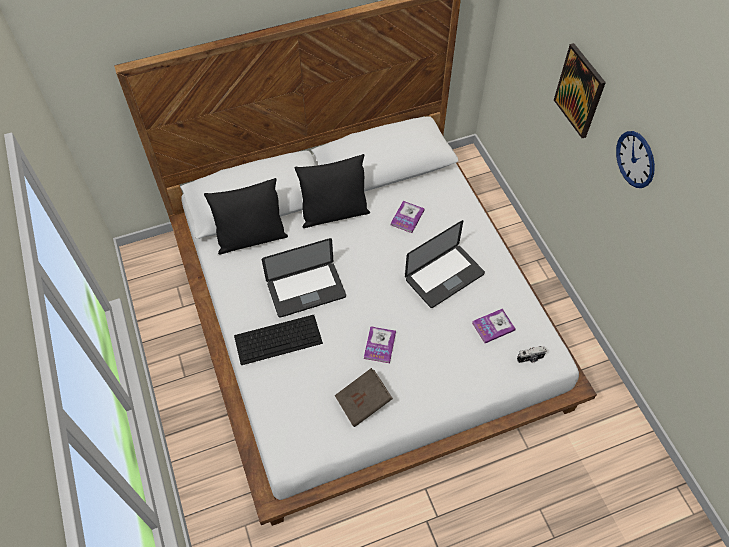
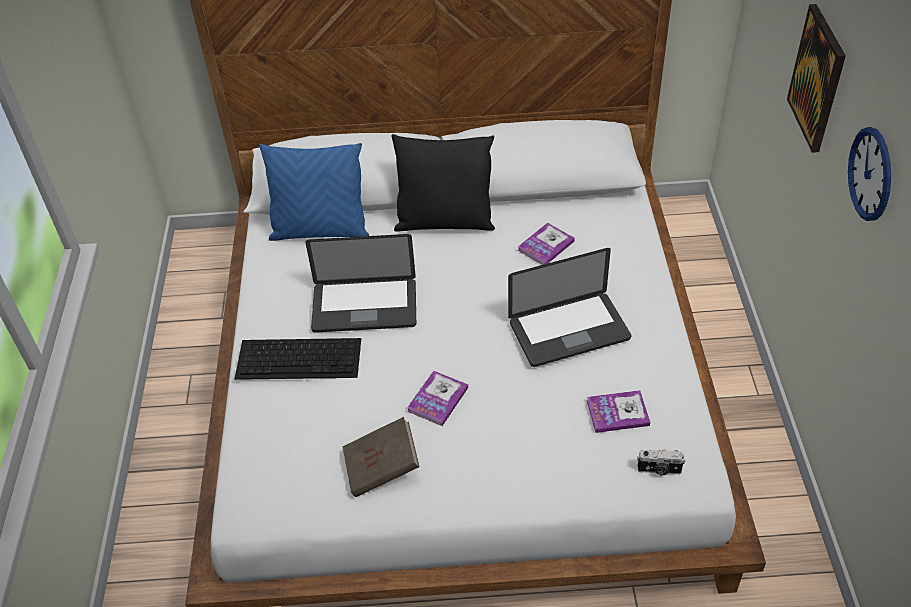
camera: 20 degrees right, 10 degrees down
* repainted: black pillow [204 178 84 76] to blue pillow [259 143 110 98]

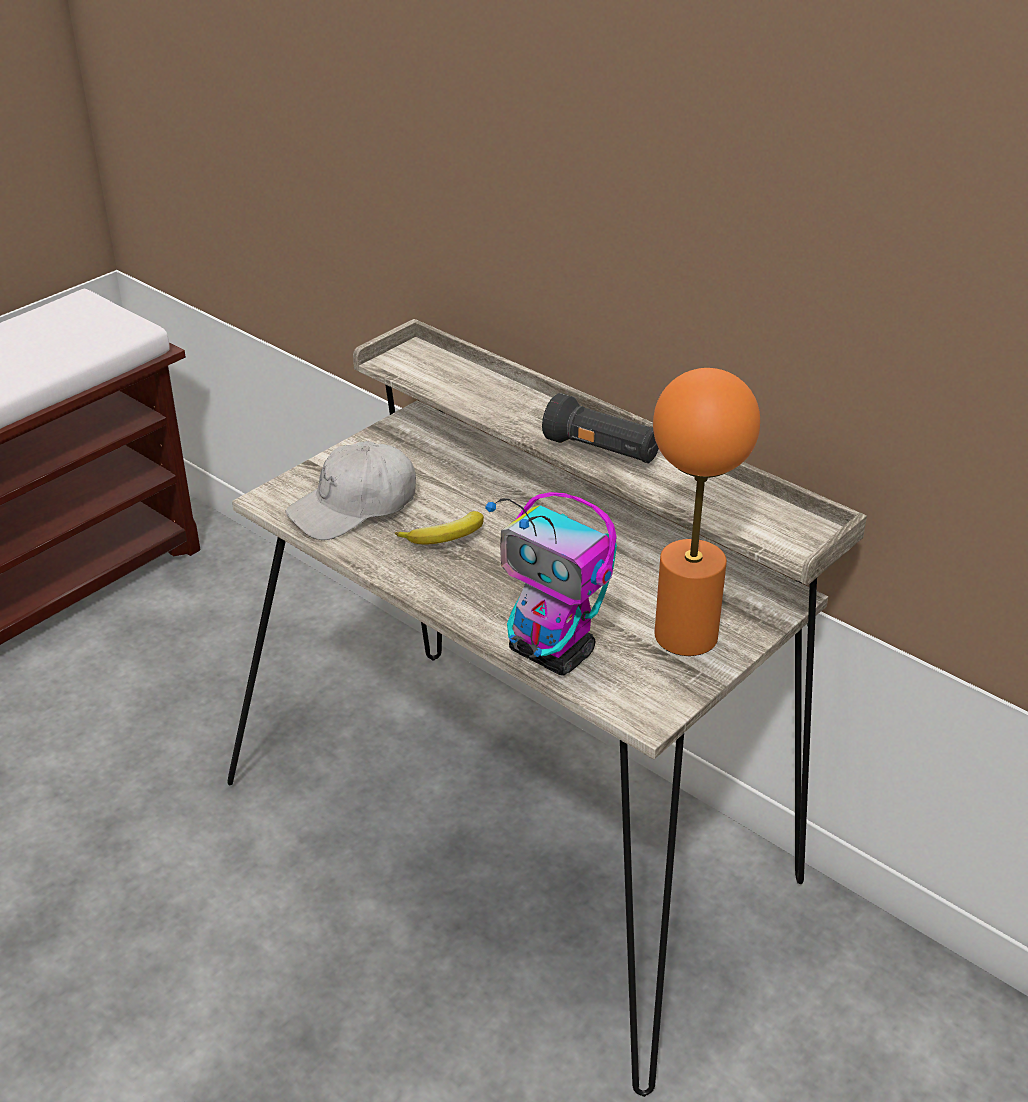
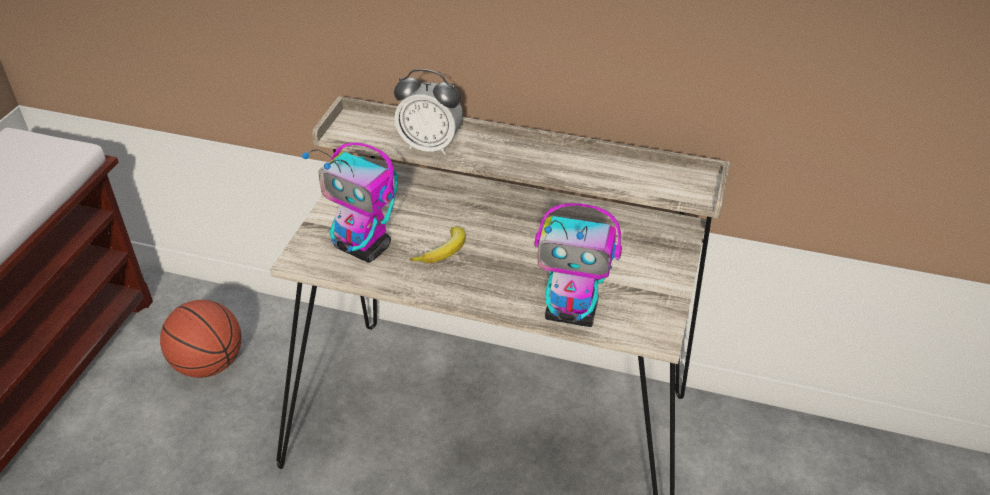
camera: 25 degrees left, 5 degrees up
* gone: black hand torch [542 393 117 70]
* gone: orange lamp for a table [653 368 107 288]
* new: basketball ball [160 300 82 78]
* new: table clock [394 69 69 86]
* swapped: whitish peaked cap [286 441 130 99] to toy robot [302 143 96 119]

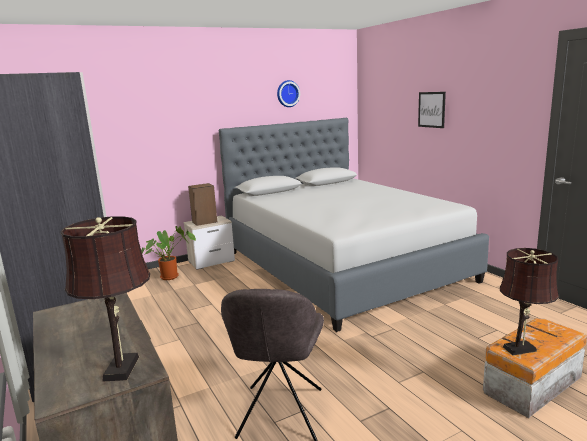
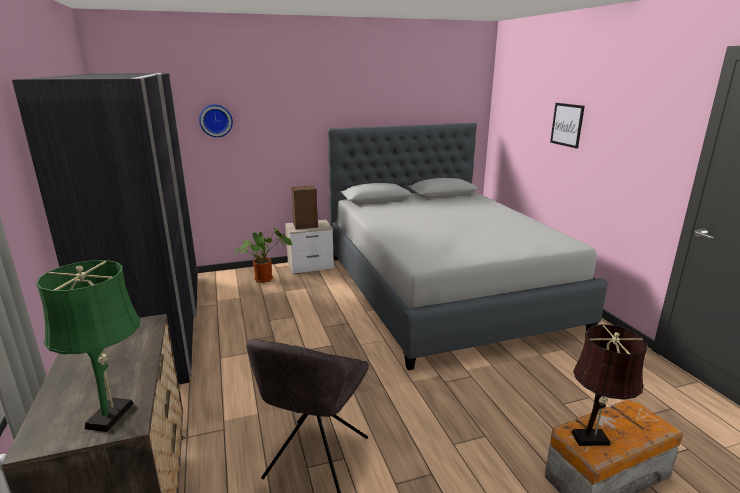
camera: 10 degrees right, 5 degrees up
* shifted: hanging clock [277 80 23 27] to [199 105 34 32]
* repainted: brown lamp for a table [61 216 89 166] to green-coloured lamp for a table [36 260 104 172]

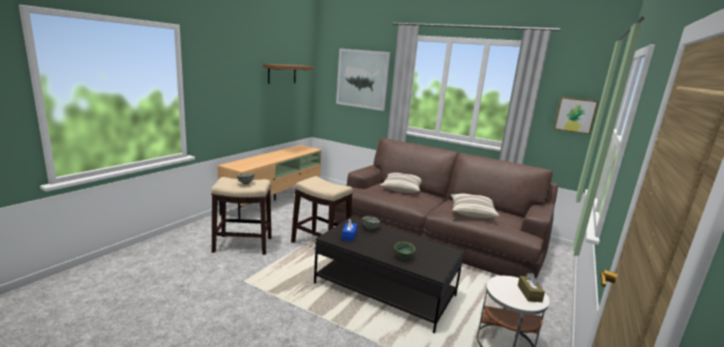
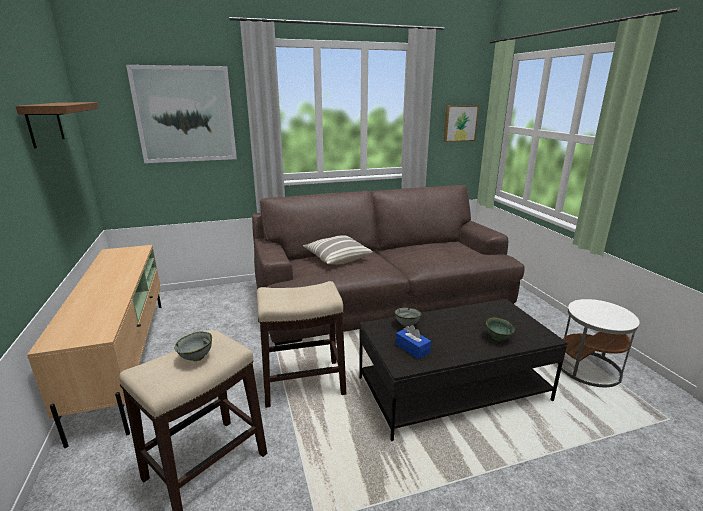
camera: 45 degrees left, 5 degrees up
* gone: pillow [451 194 49 24]
* gone: brown box of tissues [518 273 27 29]

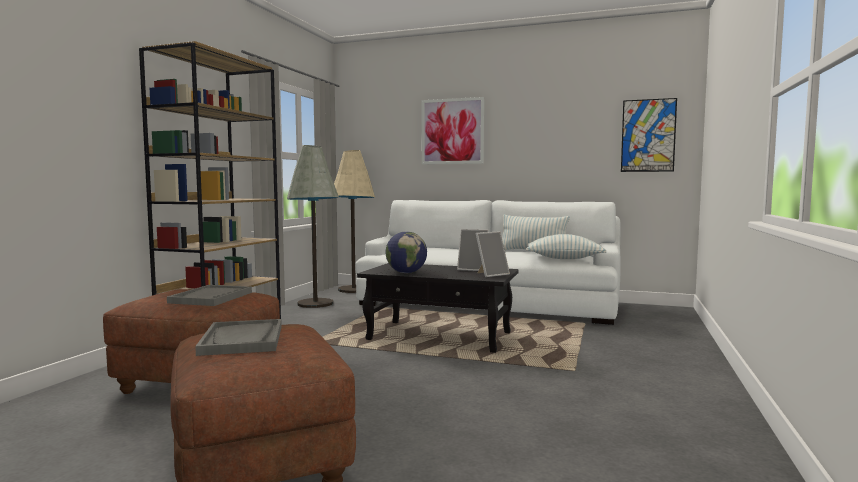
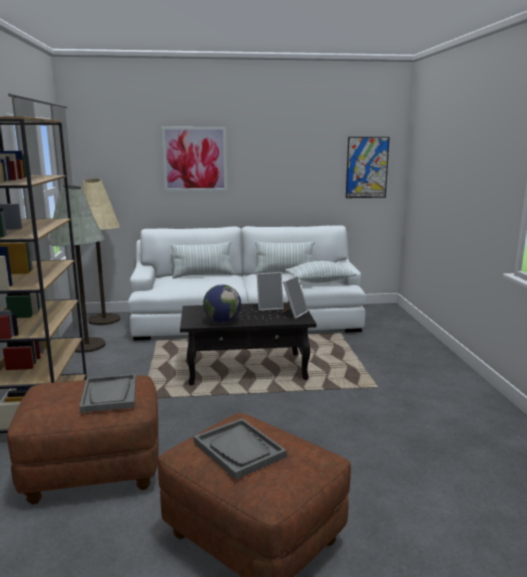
camera: 25 degrees left, 10 degrees up
* new: pillow [171 241 63 38]

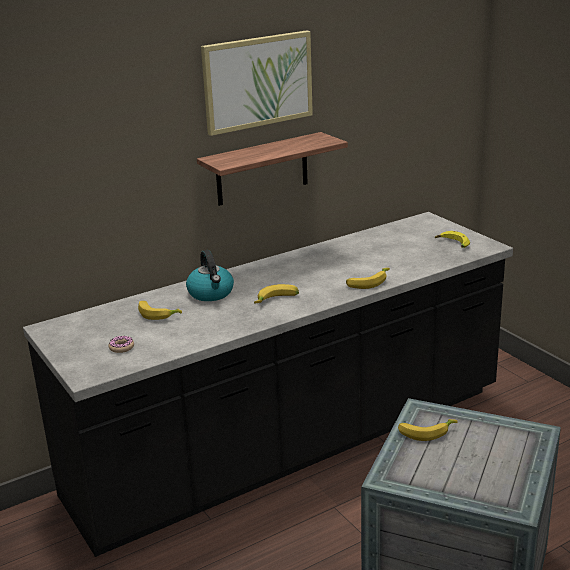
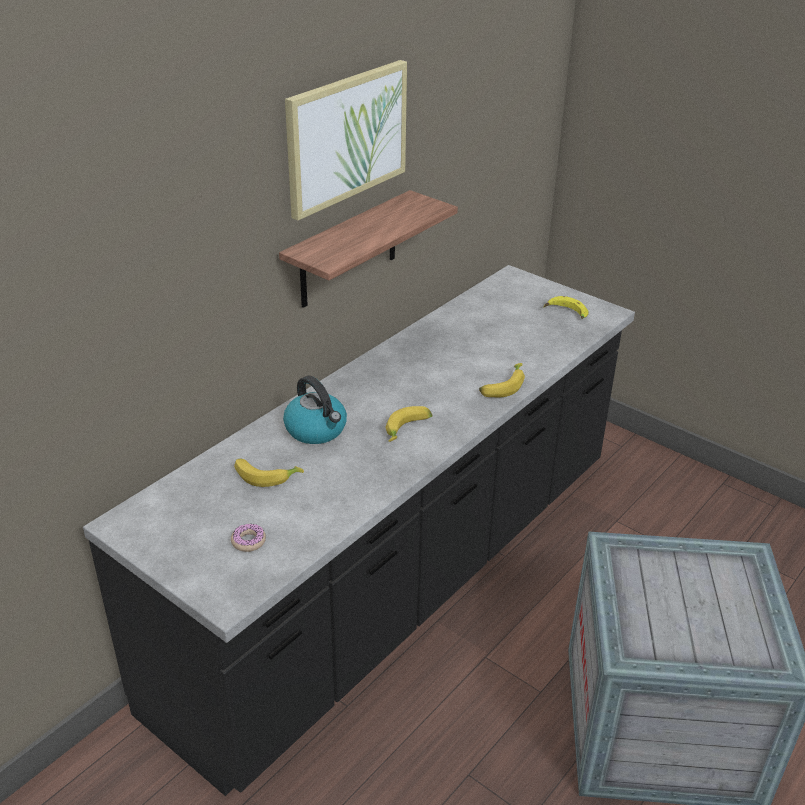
camera: 20 degrees left, 10 degrees up
* gone: whole banana [398 419 59 22]

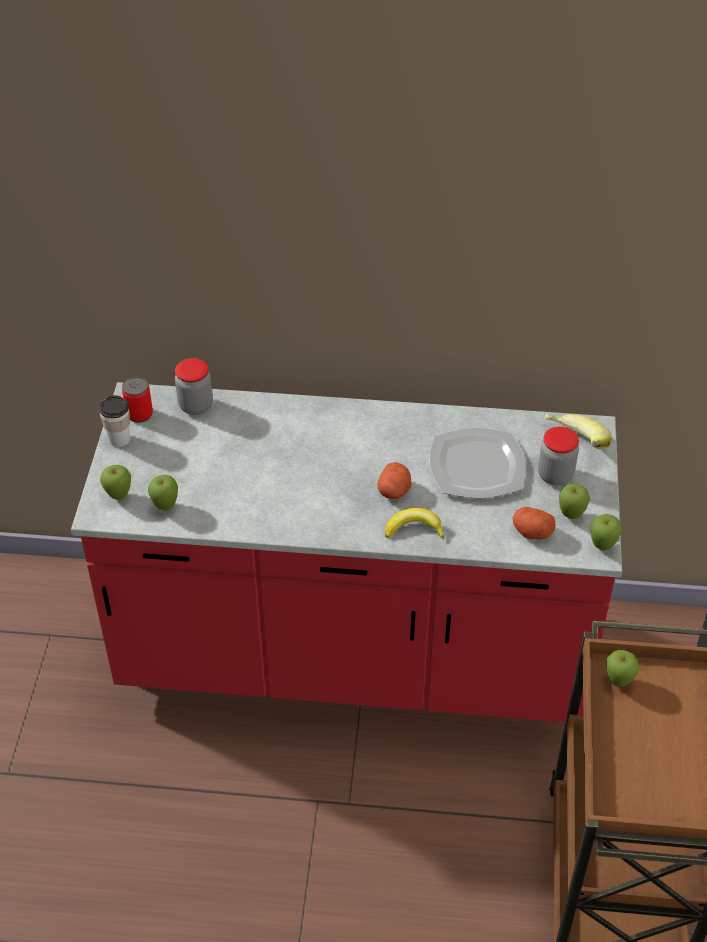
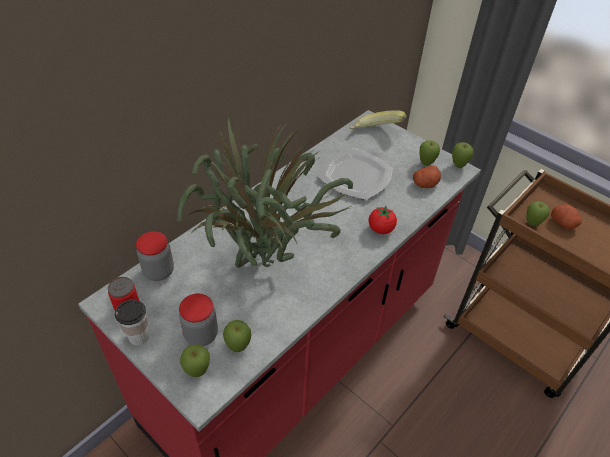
camera: 55 degrees left, 0 degrees up
* new: houseplant [177 117 176 151]
* shifted: whole potato [378 462 34 37] to [551 204 31 25]
* shifted: jar [538 427 41 58] to [179 293 39 53]
* swapped: whole banana [385 508 60 32] to whole tomato [369 206 28 28]

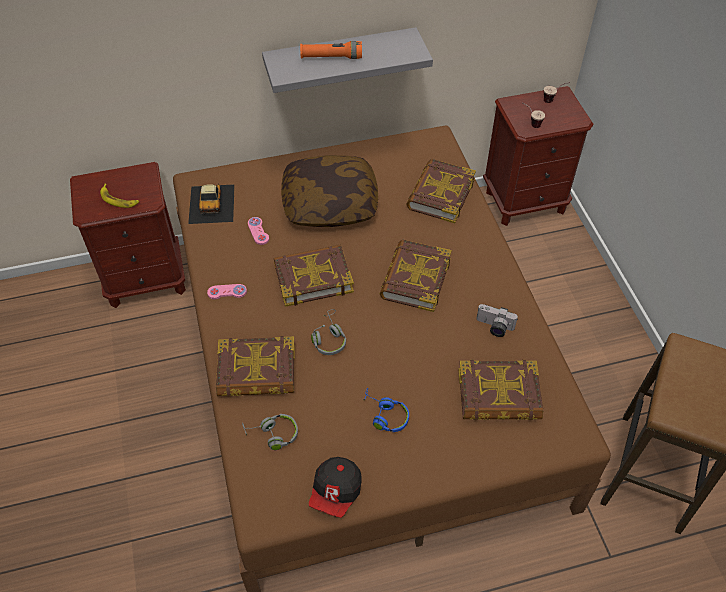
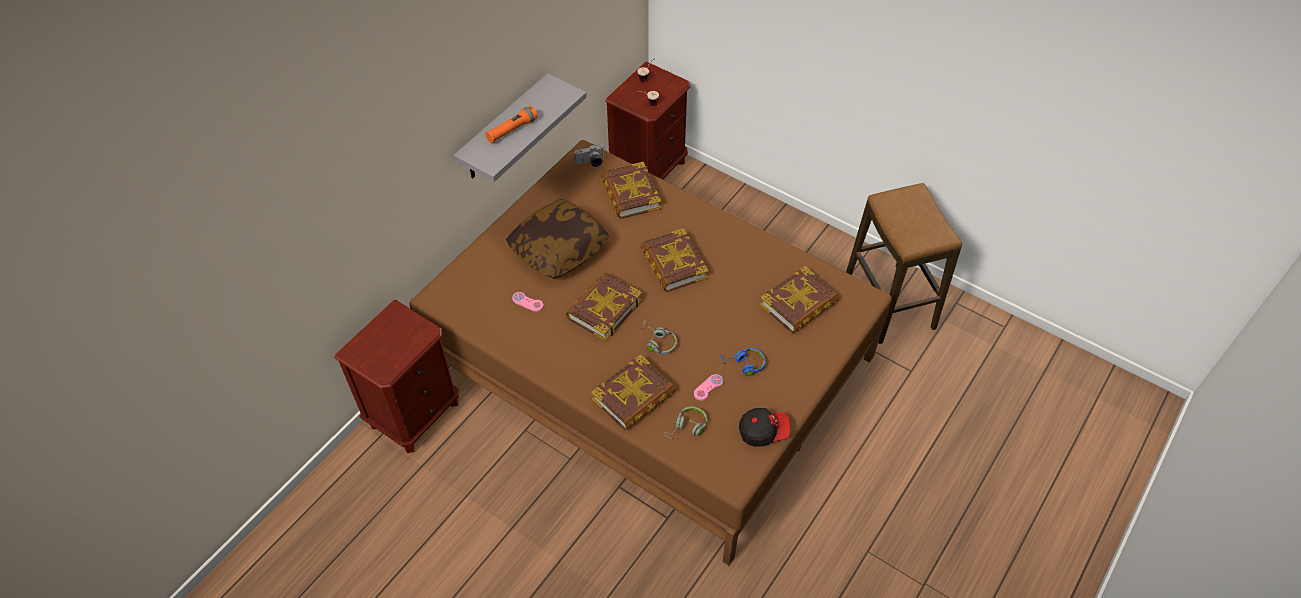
camera: 40 degrees left, 0 degrees up
* gone: whole banana [100 184 39 24]
* gone: miniature car [188 184 47 40]
* shifted: pink-coloured gamepad [207 284 40 15] to [694 374 29 27]
* shifted: still camera [476 304 42 33] to [574 144 30 23]
* rotated: peaked cap [309 457 53 61] = [739 408 51 39] 75 degrees counterclockwise

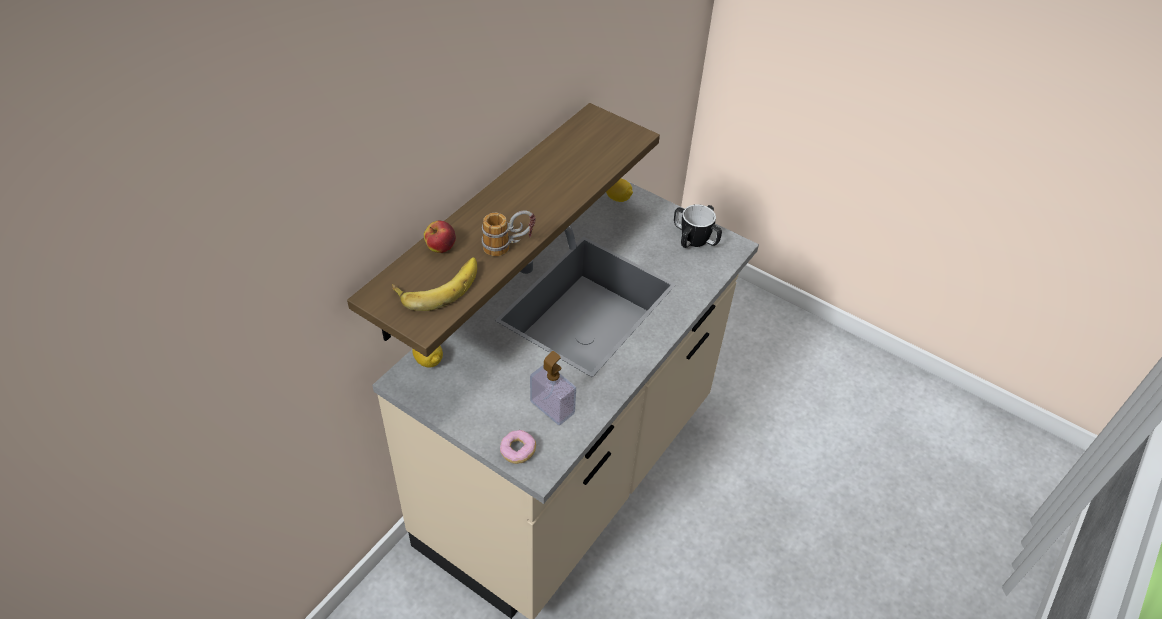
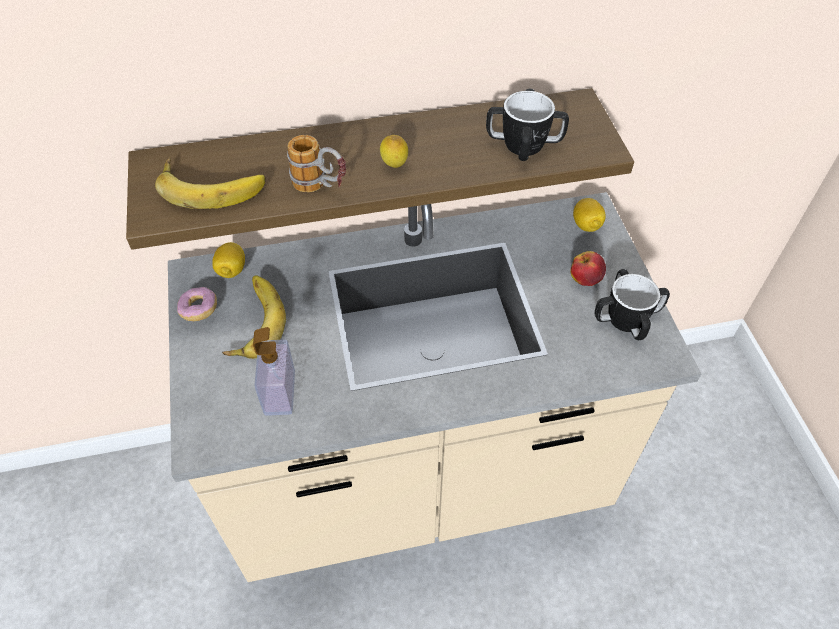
camera: 45 degrees right, 5 degrees up
* new: whole banana [222 275 64 84]
* new: whole lemon [380 135 28 33]
* new: mug [486 89 83 72]
* shifted: apple [424 221 32 32] to [570 251 36 35]
* shifted: ring doughnut [500 430 36 34] to [177 287 40 34]

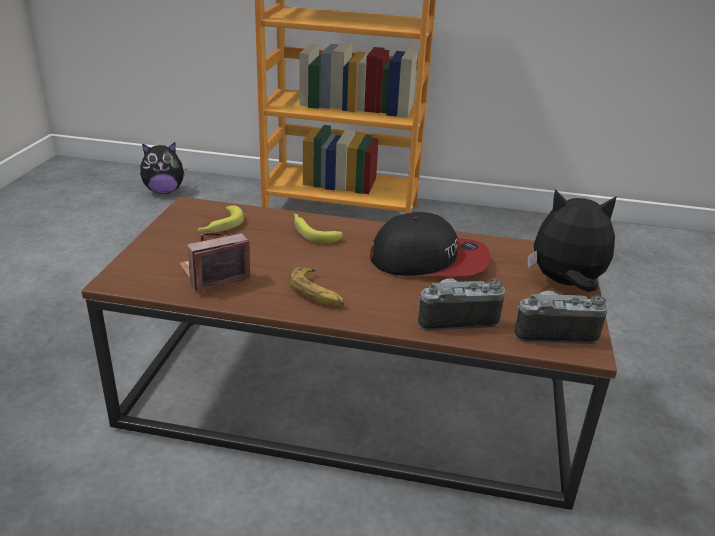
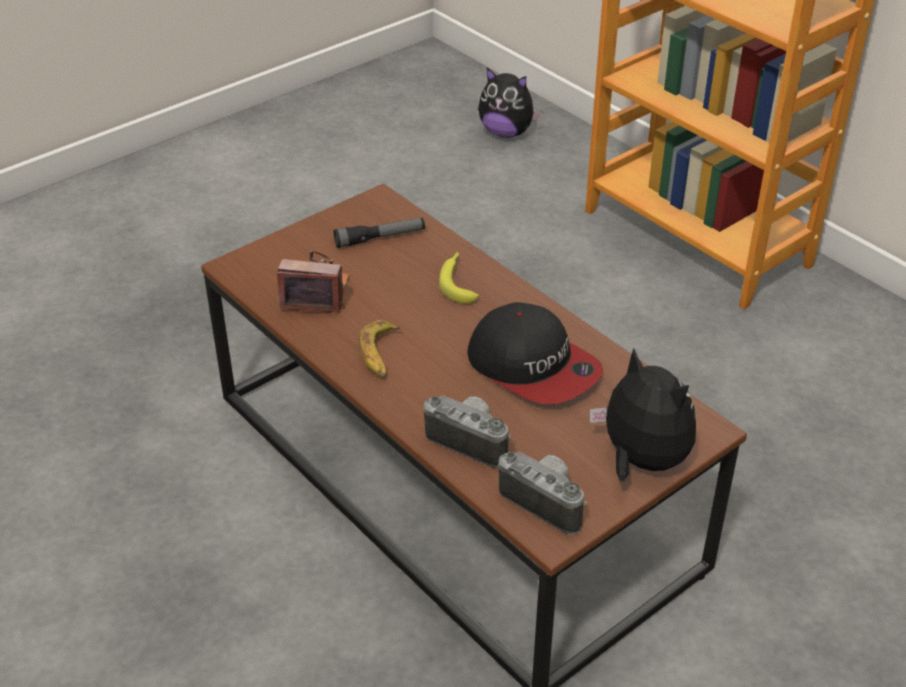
camera: 40 degrees right, 10 degrees up
* swapped: whole banana [197 205 47 27] to hand torch [334 218 91 30]

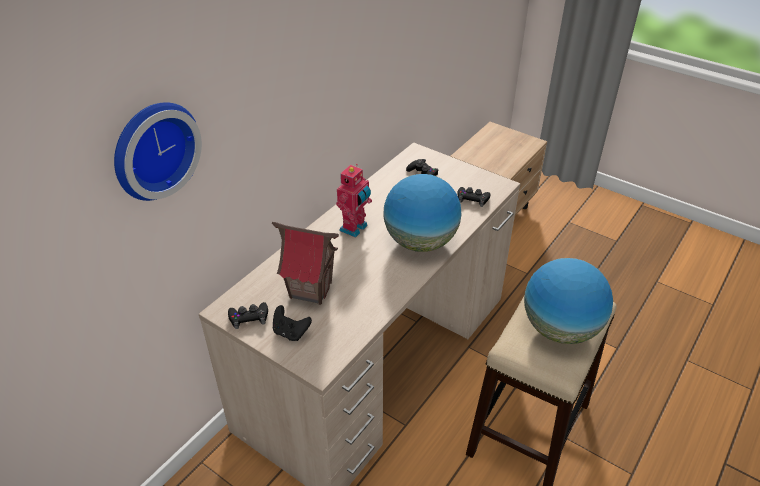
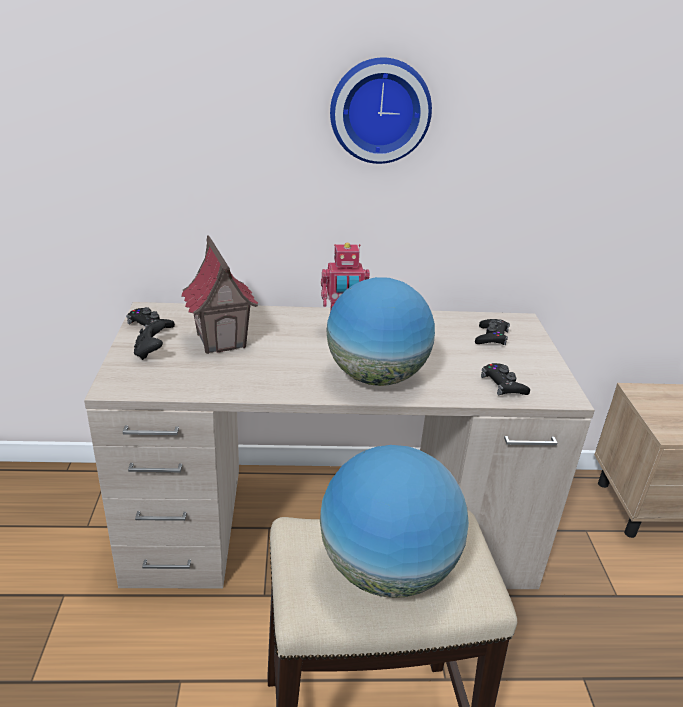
camera: 50 degrees right, 10 degrees down
* shifted: hanging clock [114 103 88 98] to [330 58 102 106]

